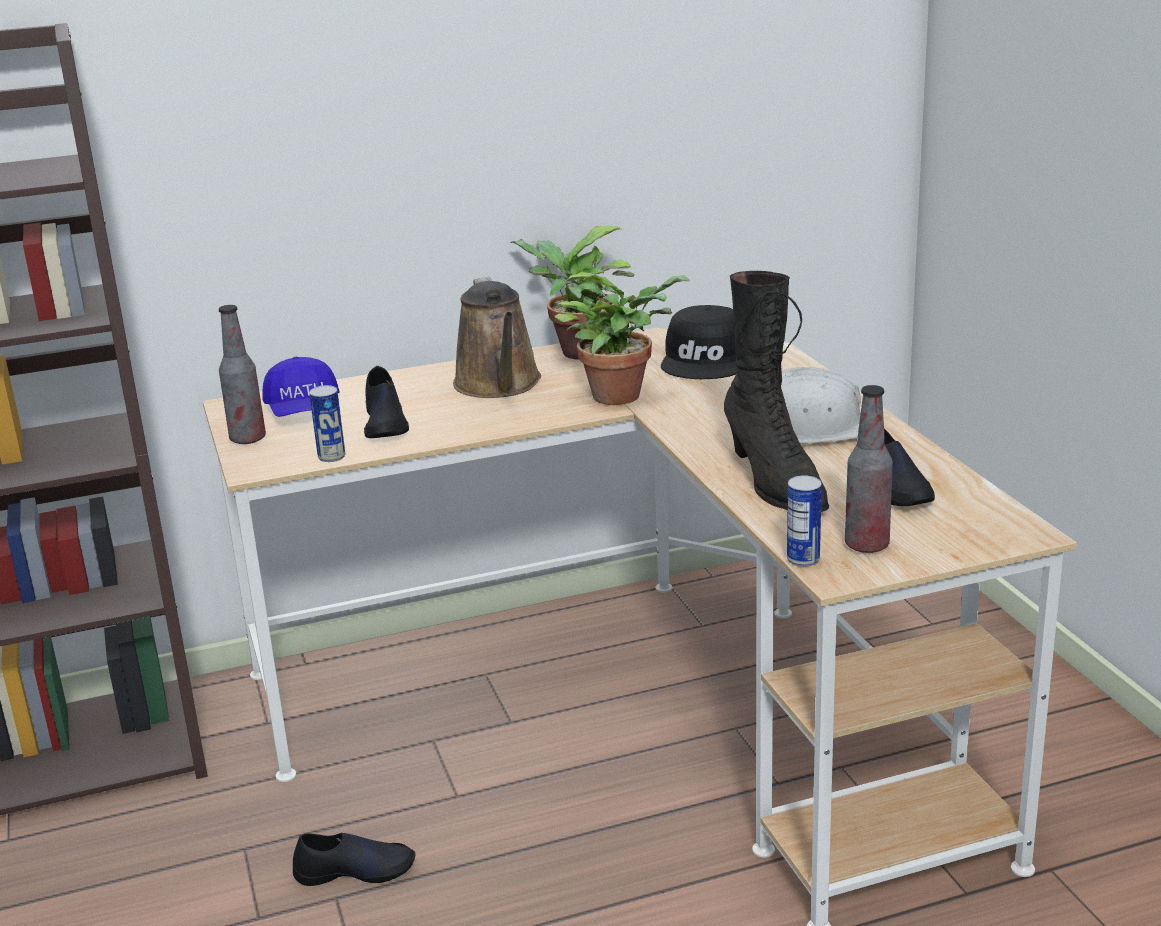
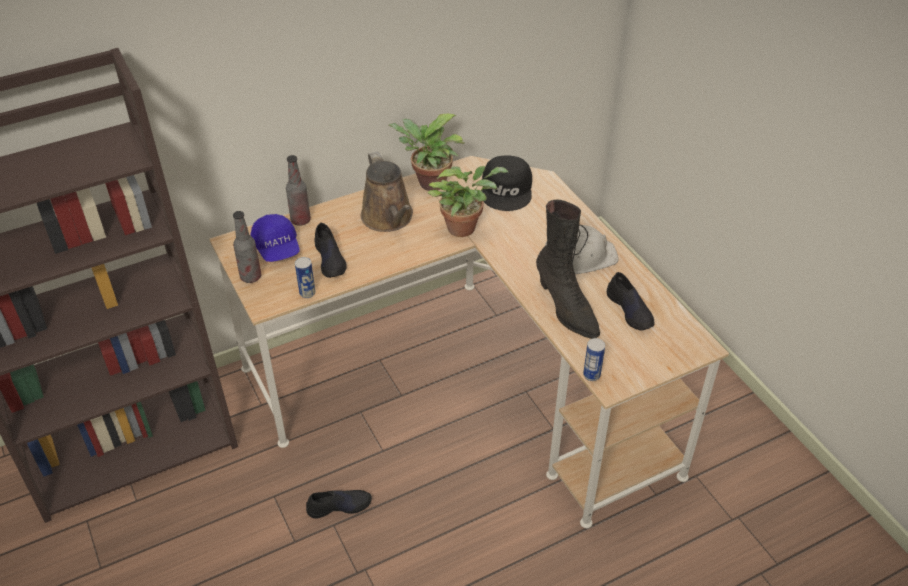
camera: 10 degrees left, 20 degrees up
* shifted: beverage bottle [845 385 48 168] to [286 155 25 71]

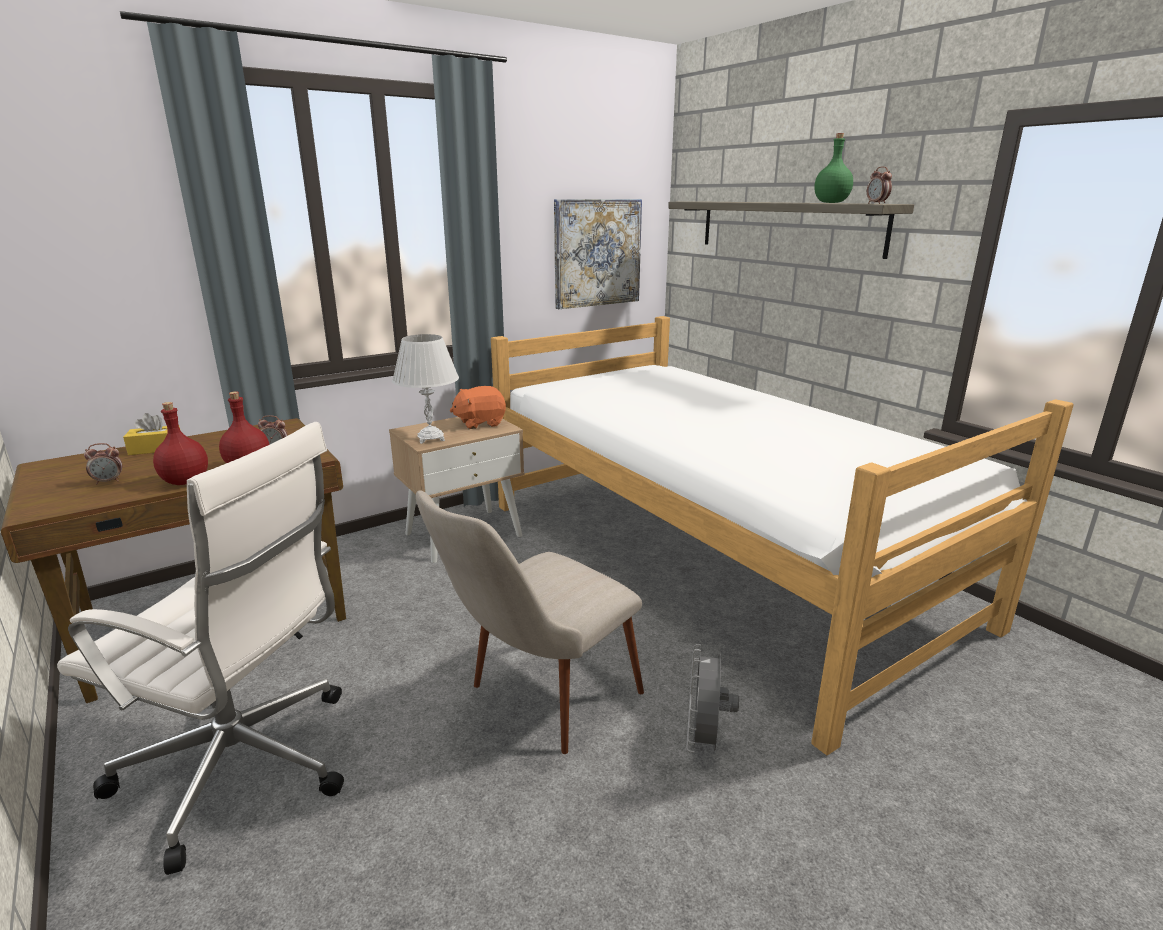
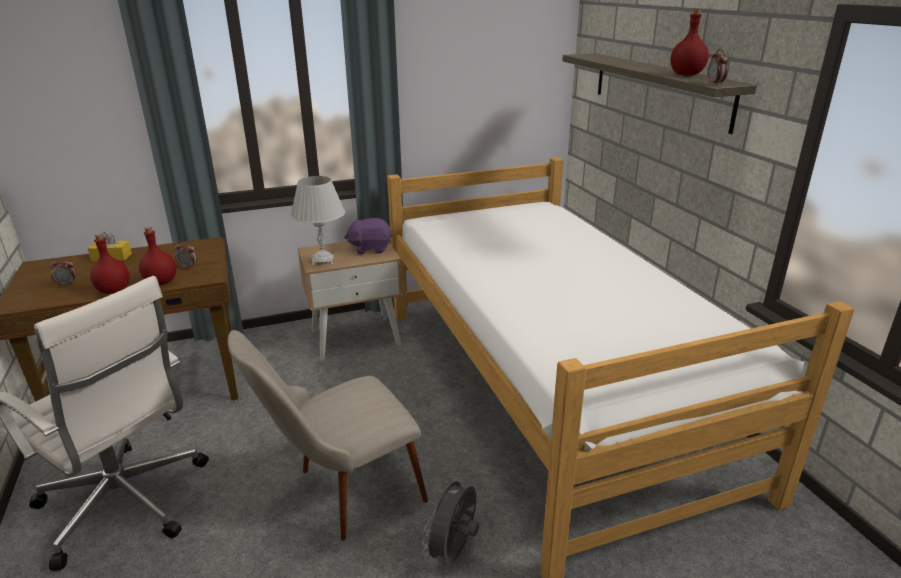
camera: 15 degrees right, 5 degrees up
* gone: picture [554 199 88 110]
* repainted: orange cuddly toy [450 386 56 43] to purple cuddly toy [344 218 48 36]
* repainted: green-coloured beverage bottle [814 133 39 70] to reddish beverage bottle [670 9 39 67]

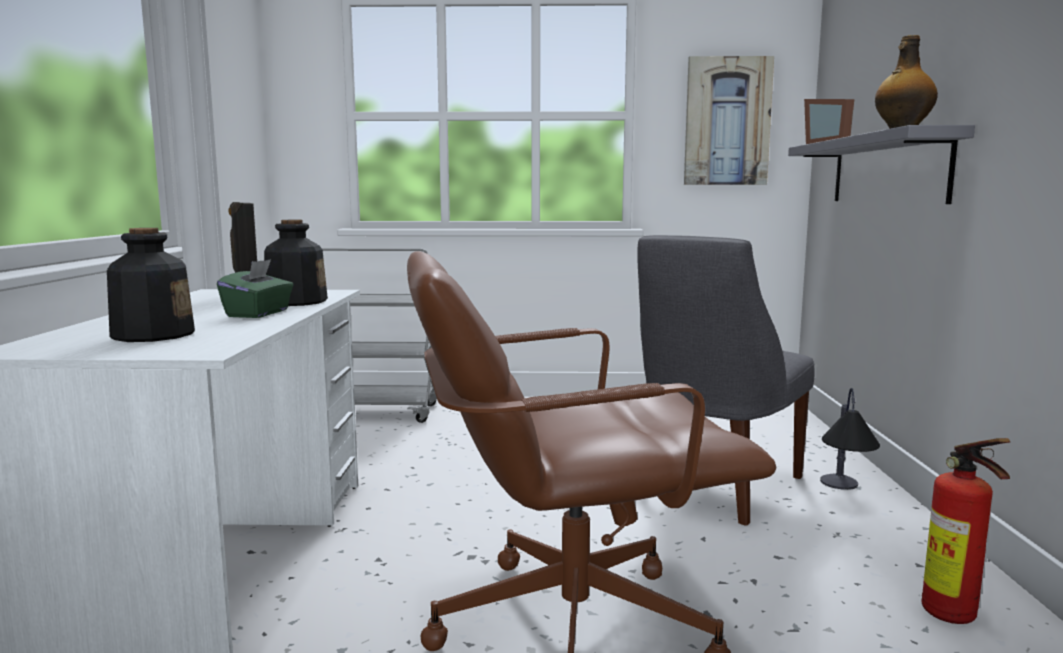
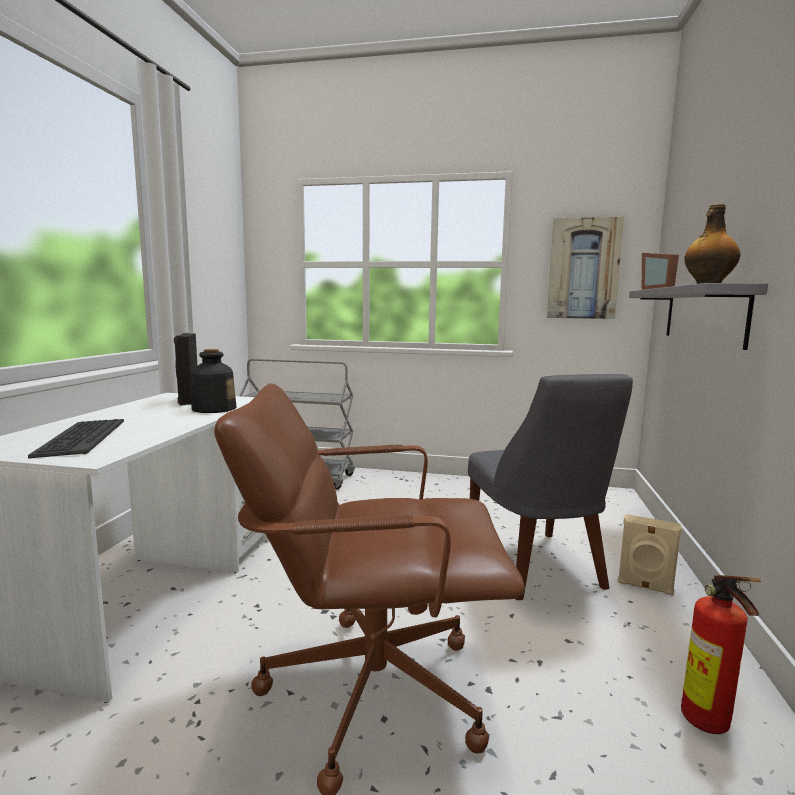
camera: 10 degrees right, 0 degrees up
* gone: green-coloured box of tissues [217 259 76 59]
* swapped: beverage bottle [107 228 88 114] to keyboard [28 419 96 39]
* swapped: lamp for a table [820 388 60 102] to beige audio speaker [618 514 64 82]
* rotated: gray plain chair [637 235 178 291] = [468 374 165 226] 60 degrees counterclockwise

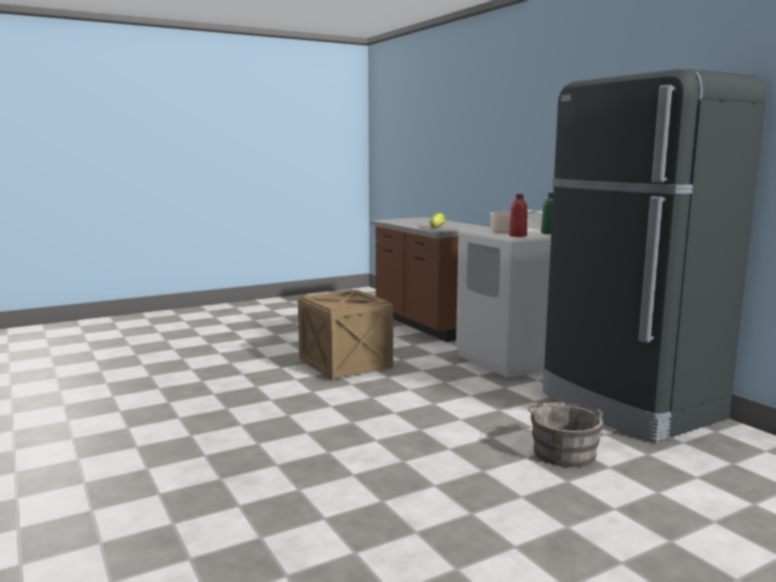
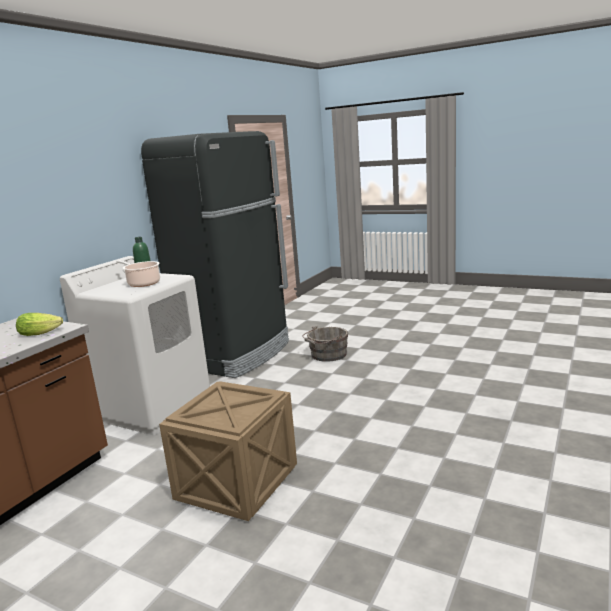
camera: 120 degrees left, 5 degrees up
* gone: reddish beverage bottle [509 194 18 43]

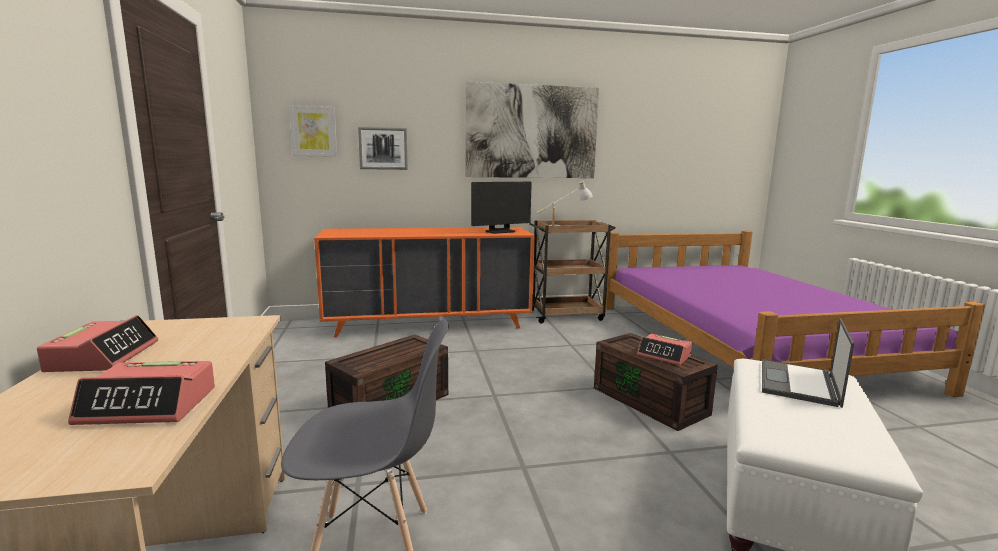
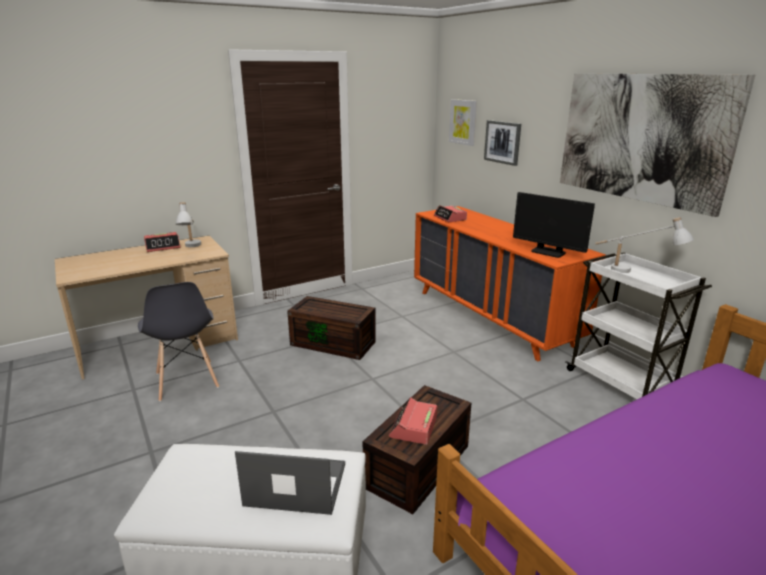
camera: 70 degrees right, 10 degrees up
* new: whitish lamp for a table [176 202 25 45]
* shifted: table clock [68 361 147 64] to [434 205 33 18]
* repainted: brown cart [529 220 87 104] to whitish cart [565 252 147 147]

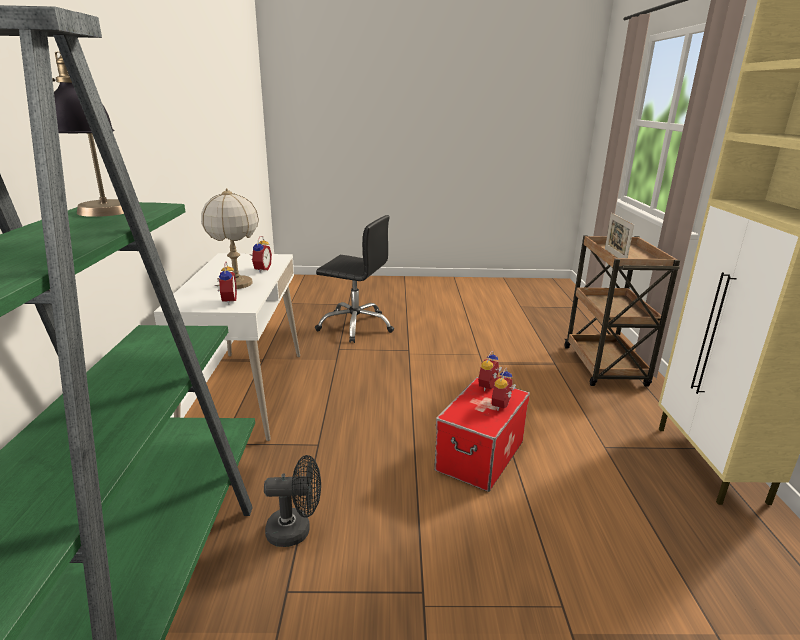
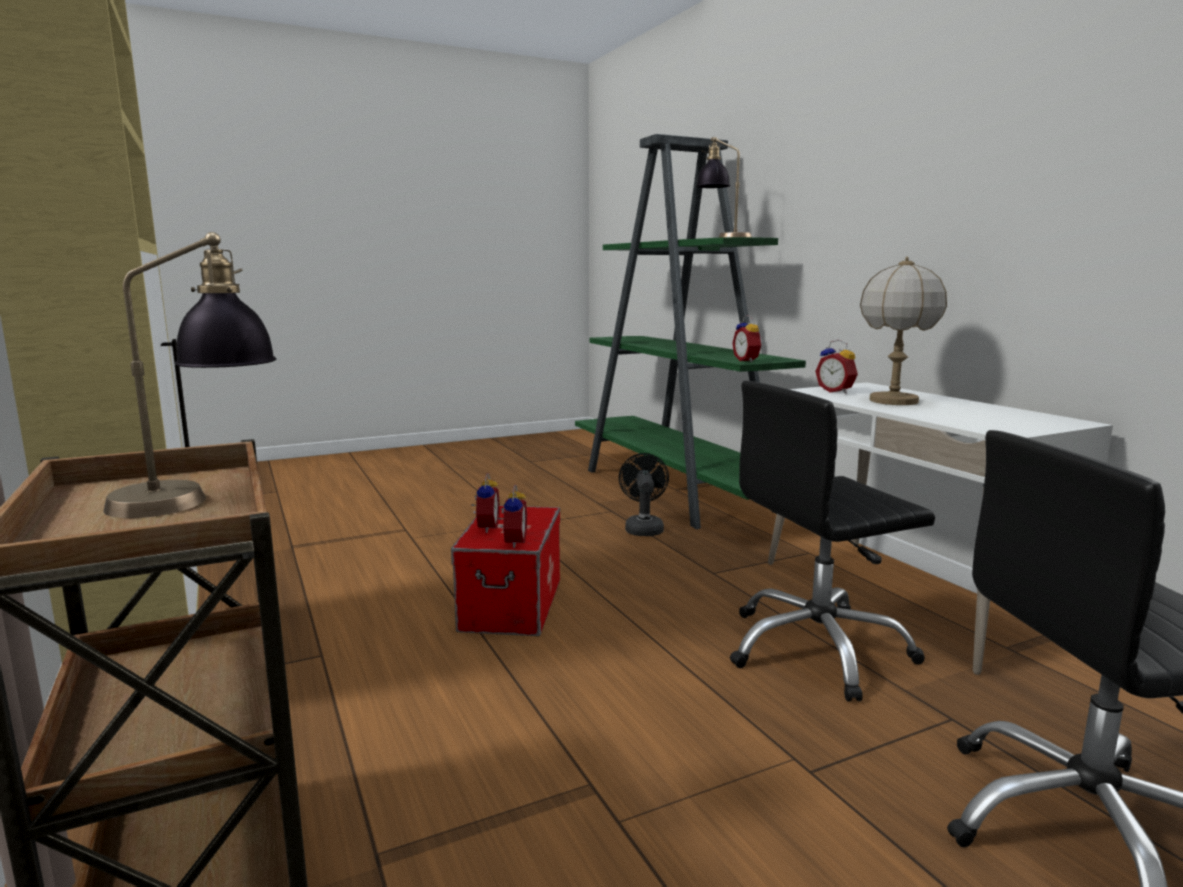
camera: 155 degrees right, 10 degrees down
* new: black office chair [730 381 205 321]
* shifted: table clock [250 236 22 37] to [732 315 31 47]
* swapped: photo frame [605 213 29 45] to lamp for a table [104 232 172 286]
* rotated: black fan [264 455 57 92] = [619 453 50 83] 120 degrees clockwise

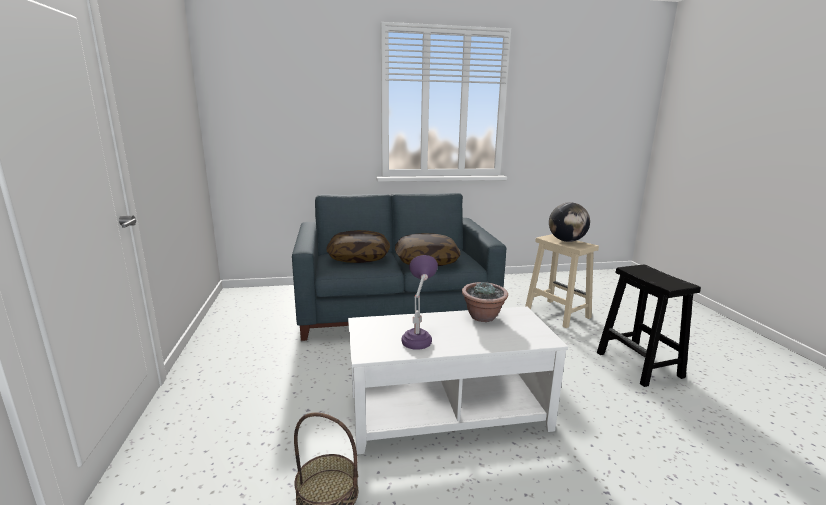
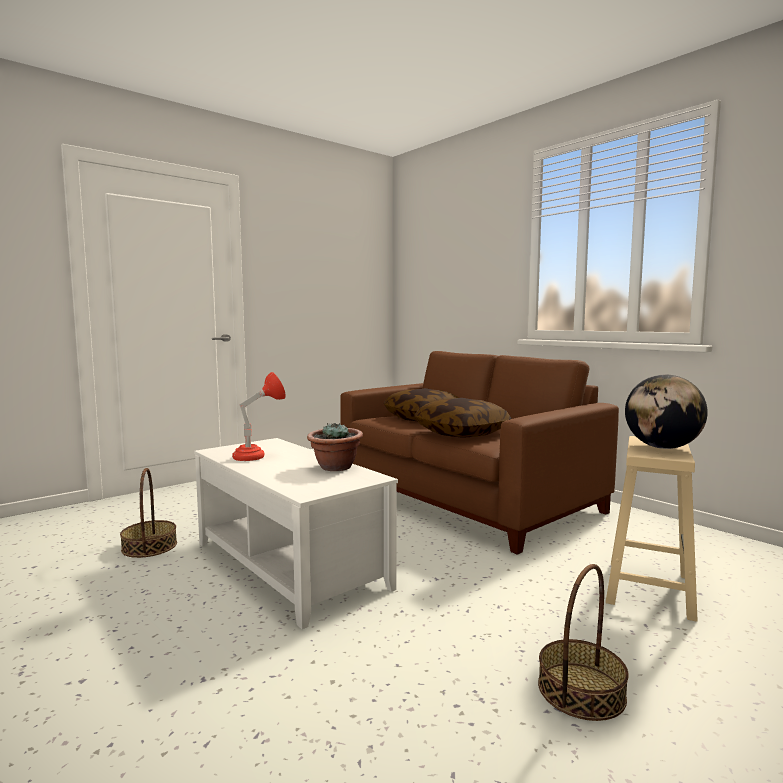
camera: 60 degrees right, 10 degrees down
* swapped: black stool seat [597 265 104 122] to household basket [538 564 91 157]
* repainted: blue couch [292 193 214 148] to brown couch [340 351 279 204]
* repainted: purple lamp for a table [401 255 37 95] to reddish lamp for a table [232 372 54 89]

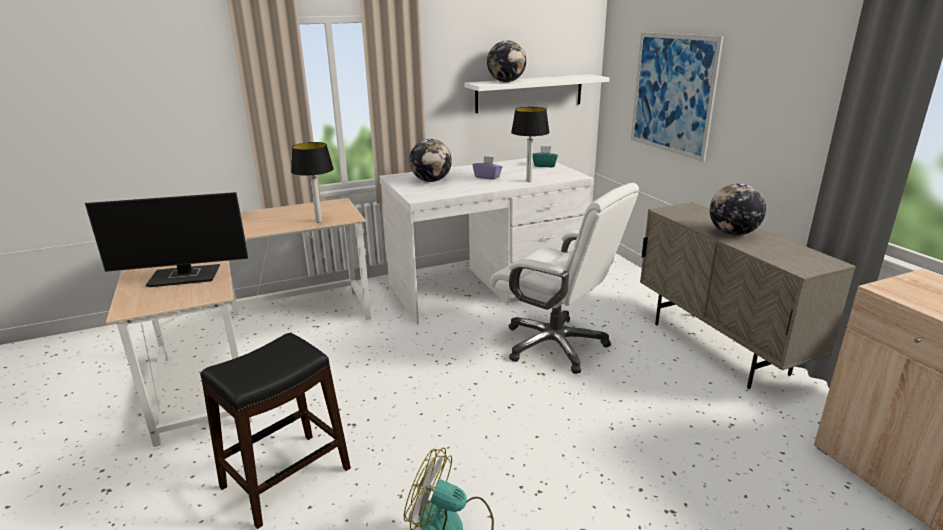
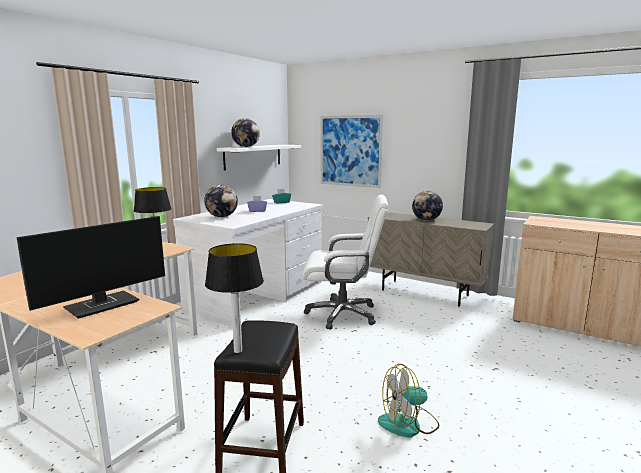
camera: 35 degrees left, 10 degrees down
* shifted: lamp for a table [511 107 39 75] to [205 243 59 110]

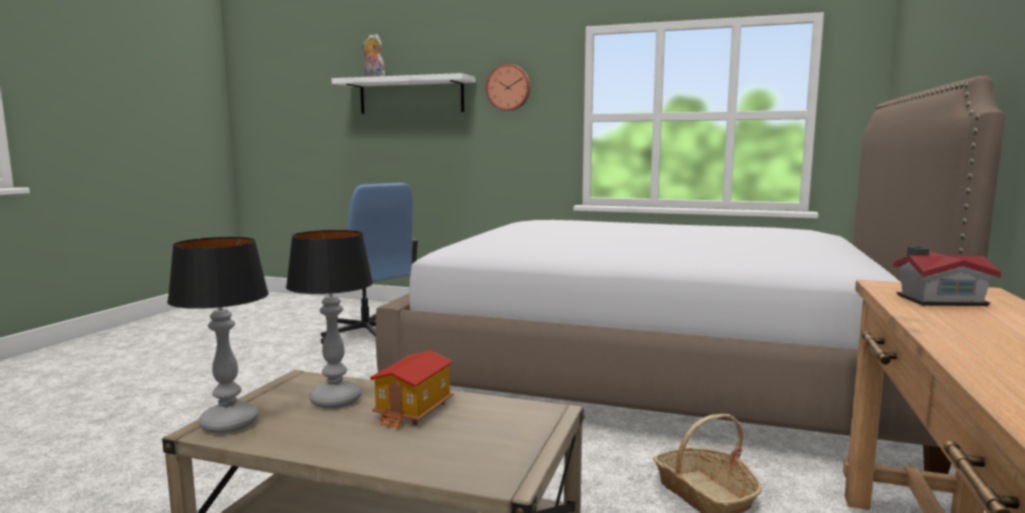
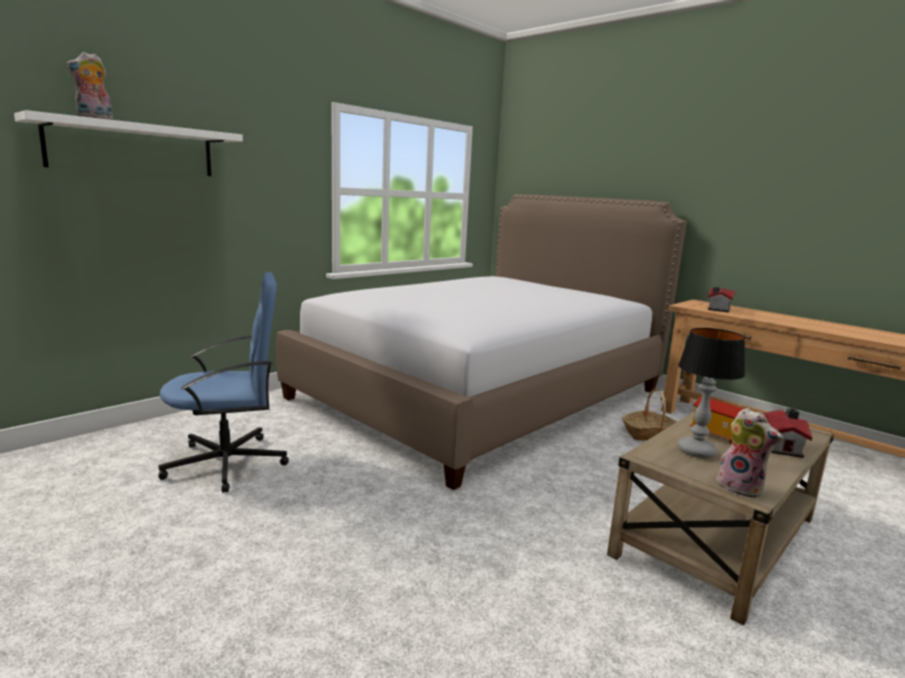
camera: 65 degrees left, 5 degrees up
* gone: hanging clock [486 64 44 47]
* new: miniature house [763 408 50 50]
* swapped: lamp for a table [167 237 102 196] to cuddly toy [714 408 69 90]

